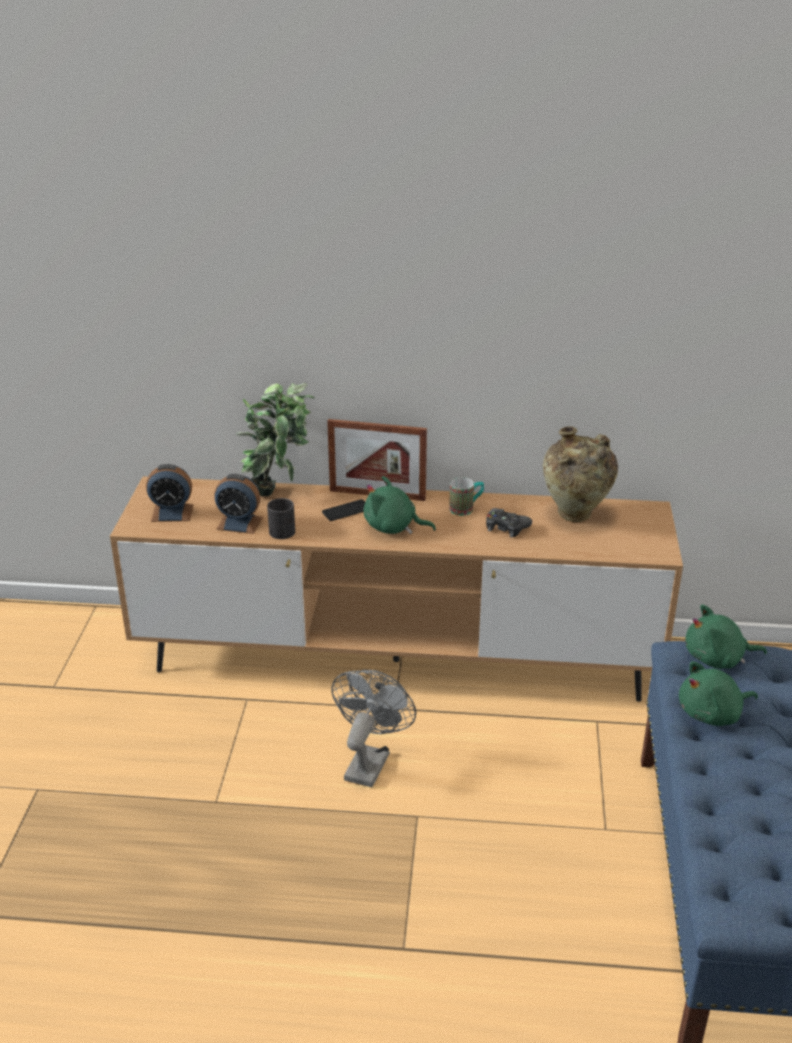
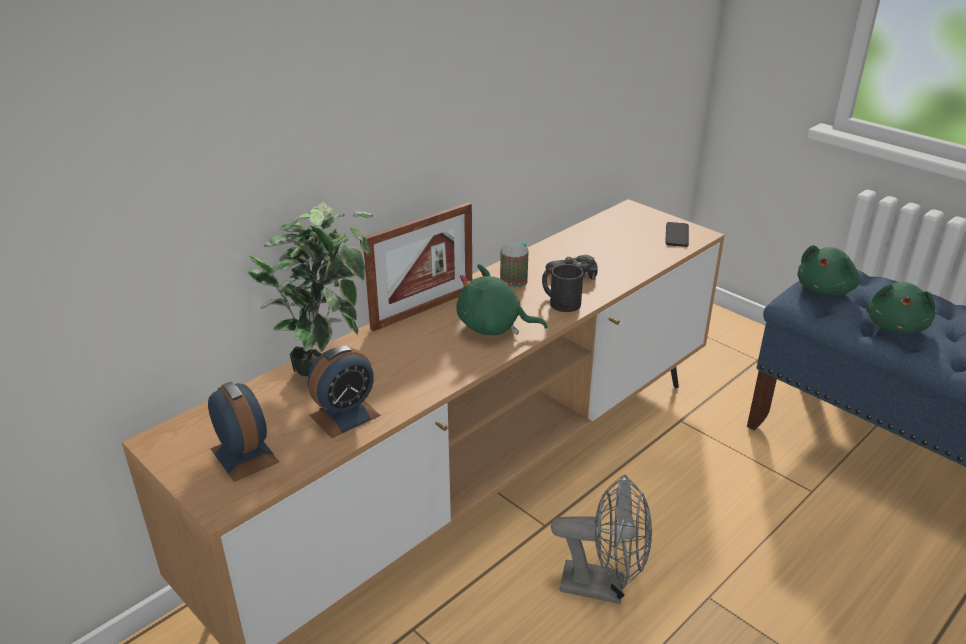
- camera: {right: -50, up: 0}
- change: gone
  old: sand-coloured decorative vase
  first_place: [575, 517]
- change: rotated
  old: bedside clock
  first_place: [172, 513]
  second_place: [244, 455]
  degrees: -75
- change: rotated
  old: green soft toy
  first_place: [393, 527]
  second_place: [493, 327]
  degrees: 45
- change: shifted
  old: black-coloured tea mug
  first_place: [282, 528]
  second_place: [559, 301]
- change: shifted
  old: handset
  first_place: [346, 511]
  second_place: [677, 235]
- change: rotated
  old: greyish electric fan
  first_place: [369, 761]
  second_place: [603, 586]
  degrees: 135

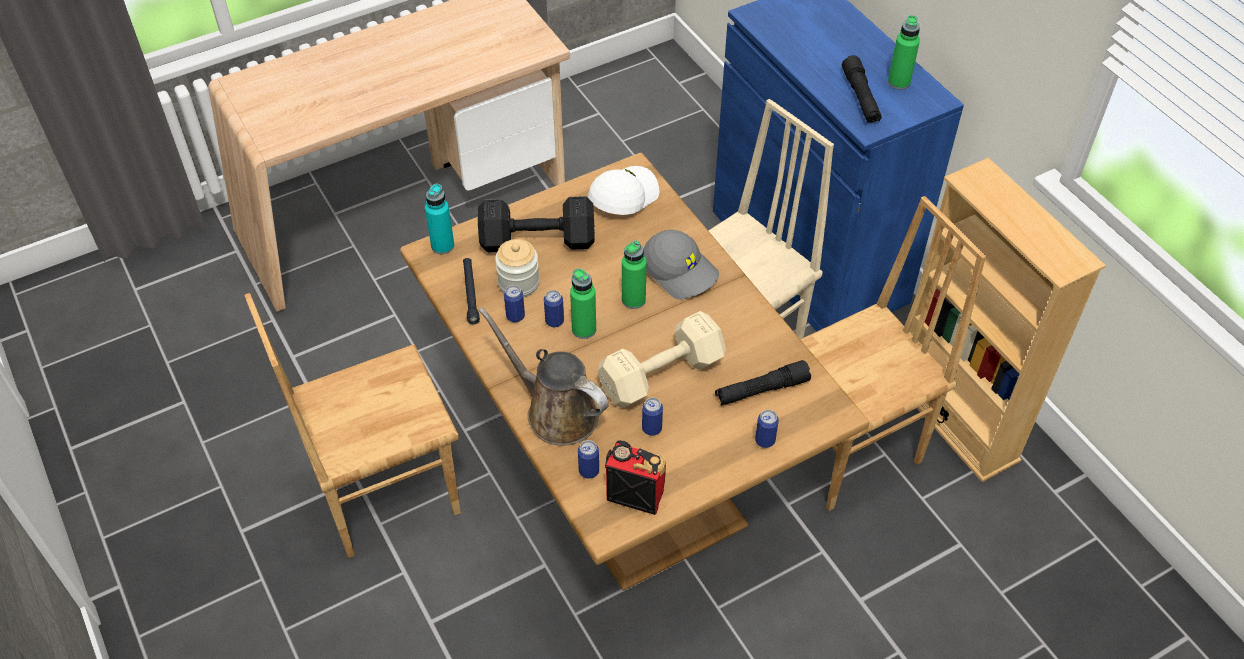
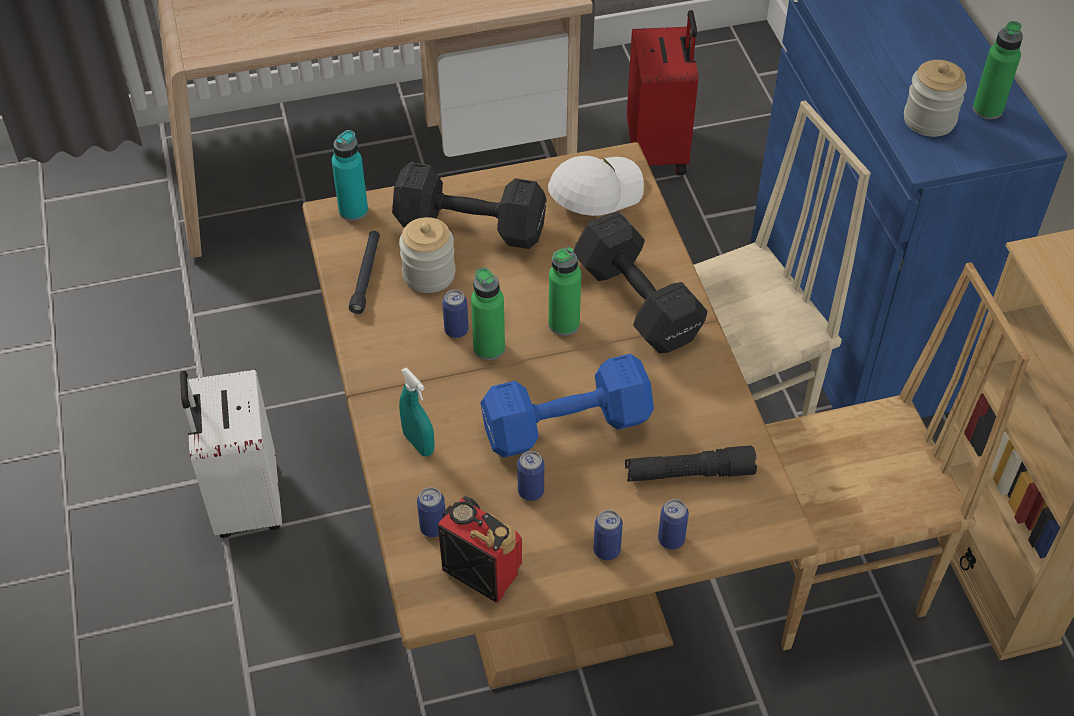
- camera: {right: 15, up: 0}
- change: swapped
  old: black-coloured flashlight
  new: storage jar
  first_place: [860, 97]
  second_place: [929, 120]
- change: swapped
  old: greyish cap
  new: black-coloured hand weight
  first_place: [681, 271]
  second_place: [636, 299]
- change: shifted
  old: sealed can
  first_place: [515, 316]
  second_place: [606, 550]
- change: swapped
  old: brown-coloured upright chair
  new: white piece of luggage
  first_place: [385, 494]
  second_place: [244, 502]
- change: swapped
  old: brown-coloured sprinkling can
  new: blue-green sprayer
  first_place: [556, 411]
  second_place: [418, 443]
- change: repainted
  old: sand-coloured hand weight
  new: blue-coloured hand weight
  first_place: [658, 375]
  second_place: [562, 425]
- change: new
  new: reddish piece of luggage
  second_place: [659, 151]

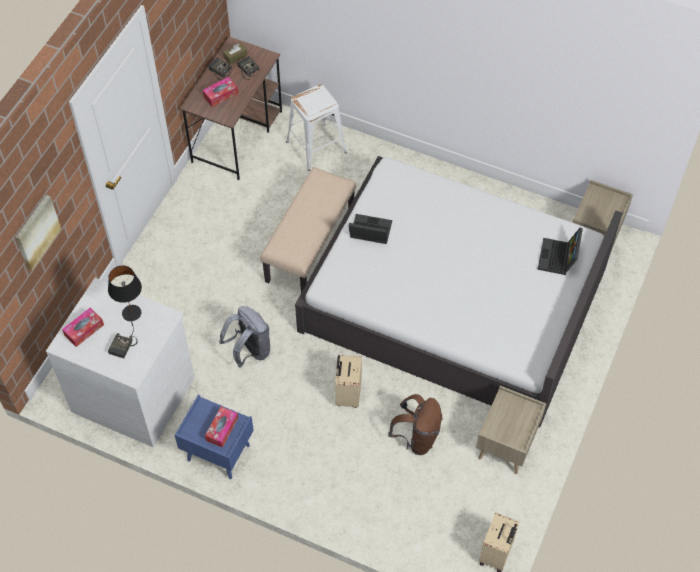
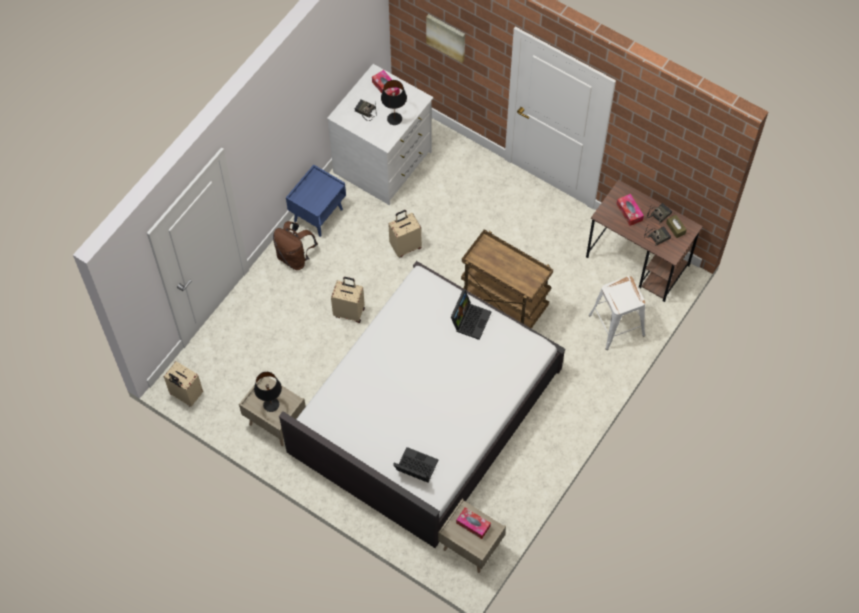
- camera: {right: 100, up: 5}
- change: swapped
  old: sand-coloured bench
  new: brown-coloured cart
  first_place: [310, 246]
  second_place: [503, 305]
- change: swapped
  old: greyish rucksack
  new: sand-coloured piece of luggage
  first_place: [249, 351]
  second_place: [405, 246]
- change: shifted
  old: brown-coloured rucksack
  first_place: [417, 437]
  second_place: [295, 257]
- change: shifted
  old: box of tissues
  first_place: [222, 429]
  second_place: [473, 524]
- change: new
  new: black-coloured tabletop lamp
  second_place: [271, 404]

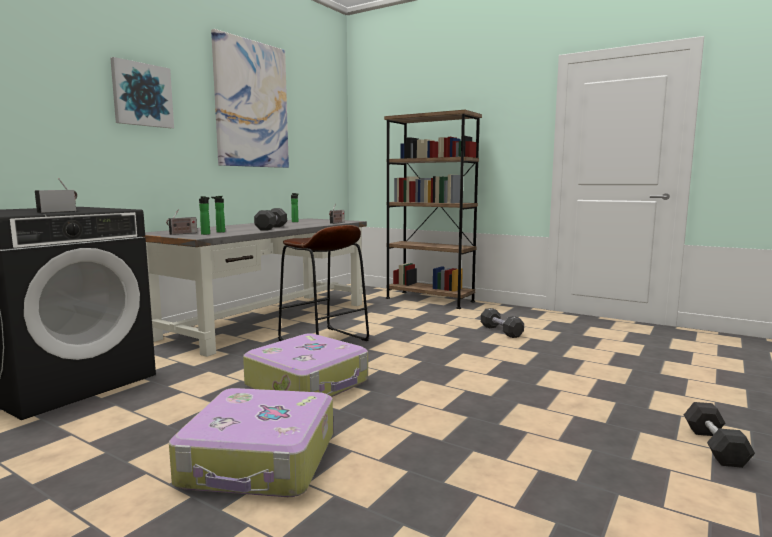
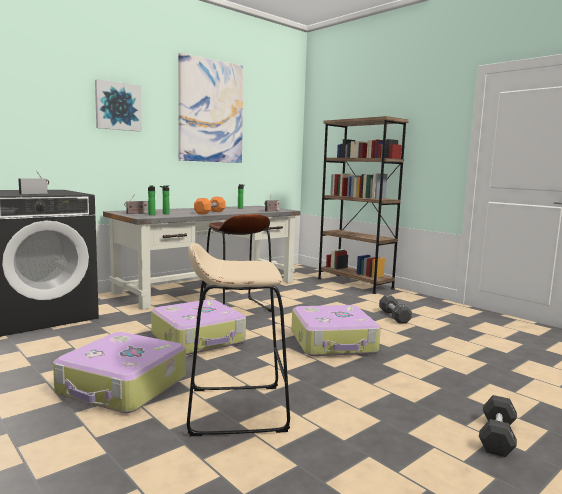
- camera: {right: 15, up: 0}
- change: repainted
  old: black-coloured hand weight
  new: orange hand weight
  first_place: [271, 228]
  second_place: [210, 212]
- change: new
  new: sand-coloured sitting stool
  second_place: [236, 409]
- change: new
  new: piece of luggage
  second_place: [333, 342]

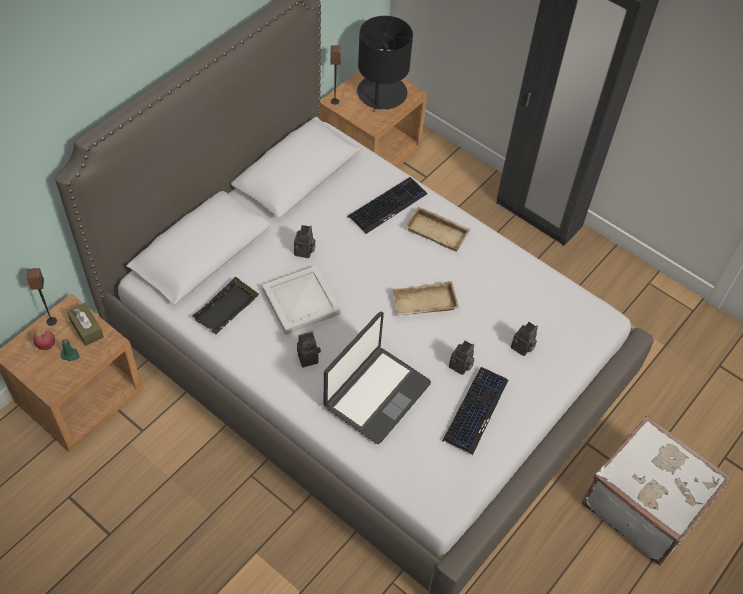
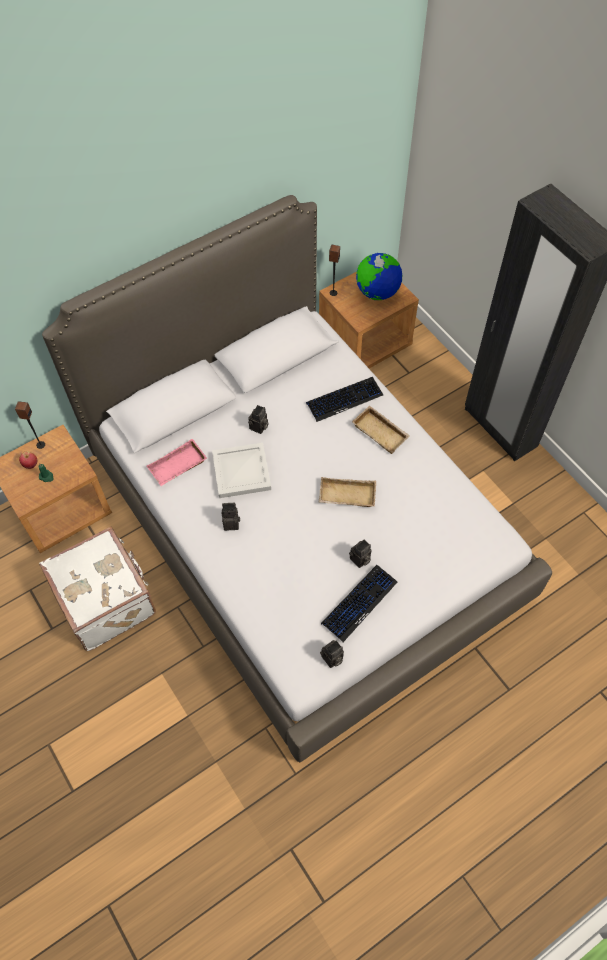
- camera: {right: 20, up: 5}
- change: swapped
  old: black-coloured tabletop lamp
  new: desk globe
  first_place: [381, 93]
  second_place: [377, 292]
- change: repainted
  old: black-coloured tray
  new: pinkish tray
  first_place: [227, 311]
  second_place: [177, 467]
- change: gone
  old: brown-coloured box of tissues
  first_place: [86, 328]
- change: gone
  old: notebook computer
  first_place: [376, 394]
- change: shifted
  old: still camera
  first_place: [522, 348]
  second_place: [332, 659]
- change: shifted
  old: white piece of luggage
  first_place: [644, 503]
  second_place: [107, 599]

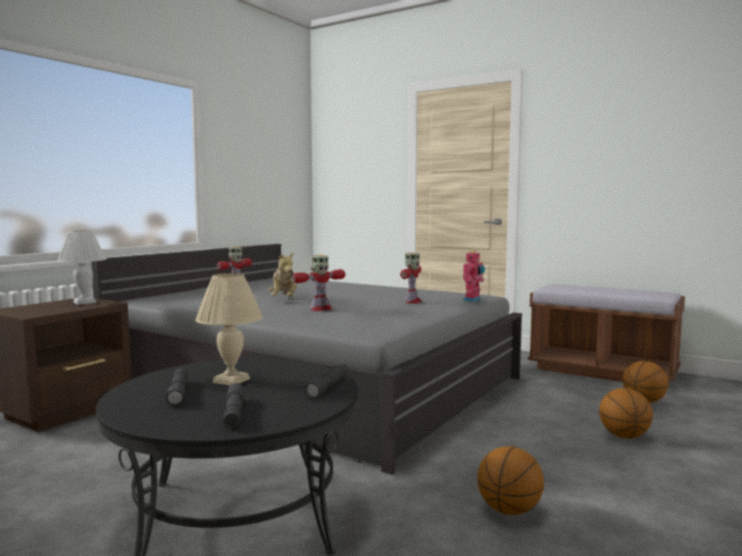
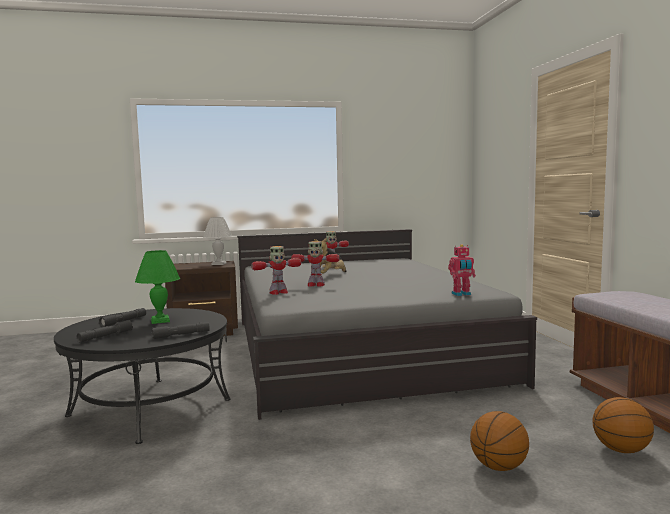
- camera: {right: 45, up: 0}
- change: shifted
  old: model robot
  first_place: [412, 302]
  second_place: [278, 292]
- change: repainted
  old: sand-coloured tabletop lamp
  new: green tabletop lamp
  first_place: [231, 380]
  second_place: [161, 320]
- change: gone
  old: basketball
  first_place: [509, 510]

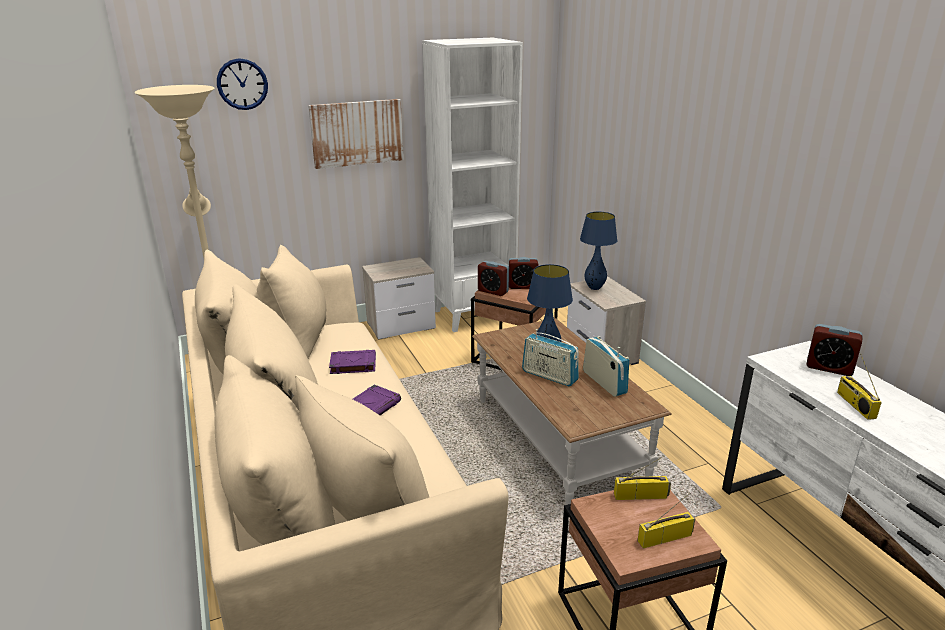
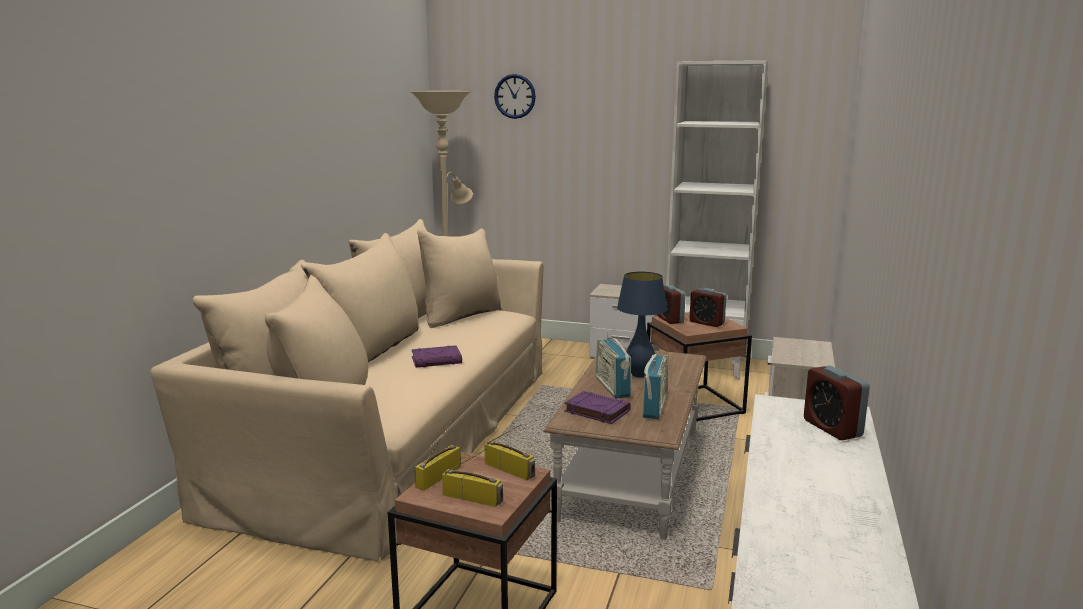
- camera: {right: 40, up: -10}
- change: gone
  old: wall art
  first_place: [357, 133]
- change: gone
  old: blue-coloured tabletop lamp
  first_place: [594, 288]
- change: shifted
  old: purplish book
  first_place: [352, 365]
  second_place: [596, 411]
- change: shifted
  old: radio set
  first_place: [854, 404]
  second_place: [439, 476]

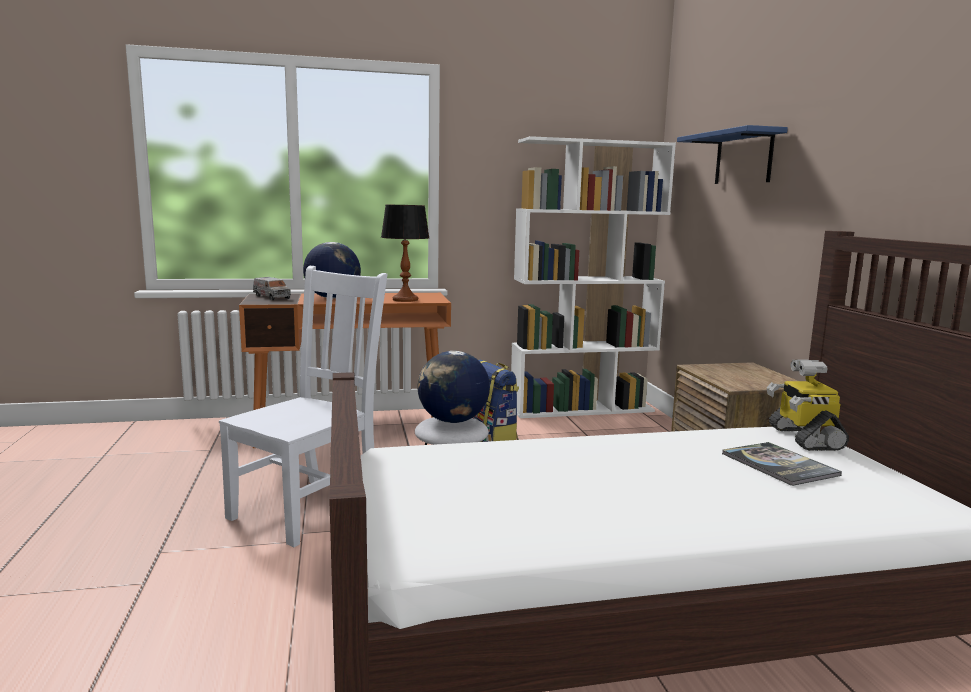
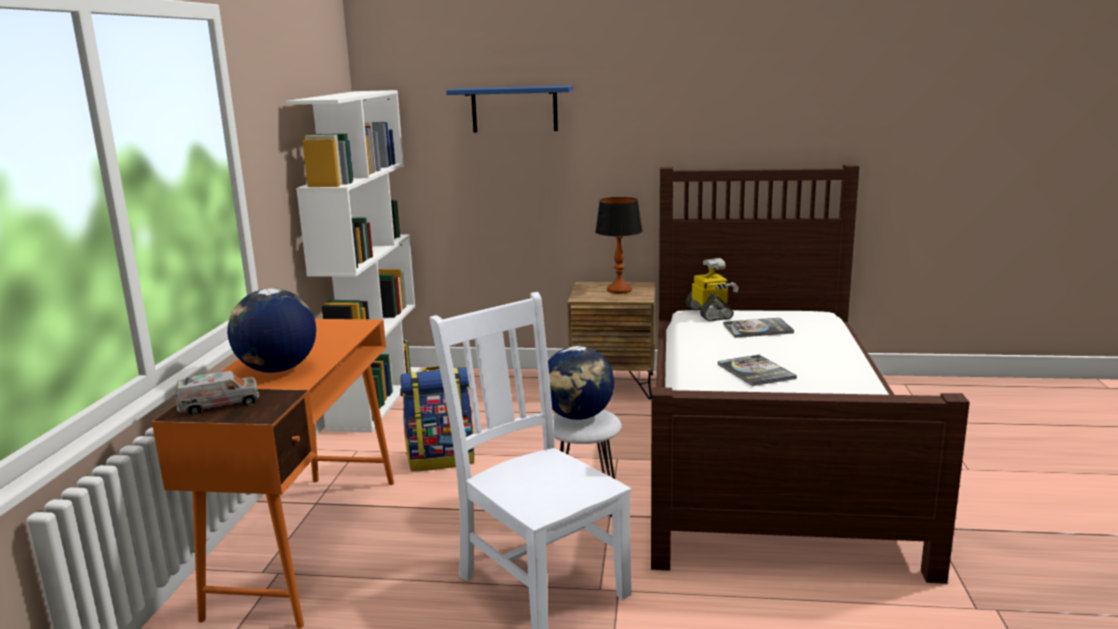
- camera: {right: -70, up: 5}
- change: shifted
  old: tabletop lamp
  first_place: [405, 299]
  second_place: [619, 290]
- change: rotated
  old: model robot
  first_place: [803, 438]
  second_place: [710, 313]
  degrees: -120
- change: new
  new: book
  second_place: [755, 371]

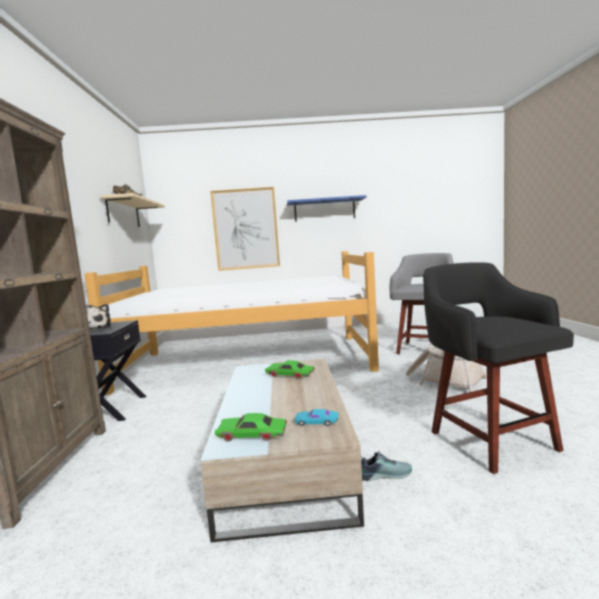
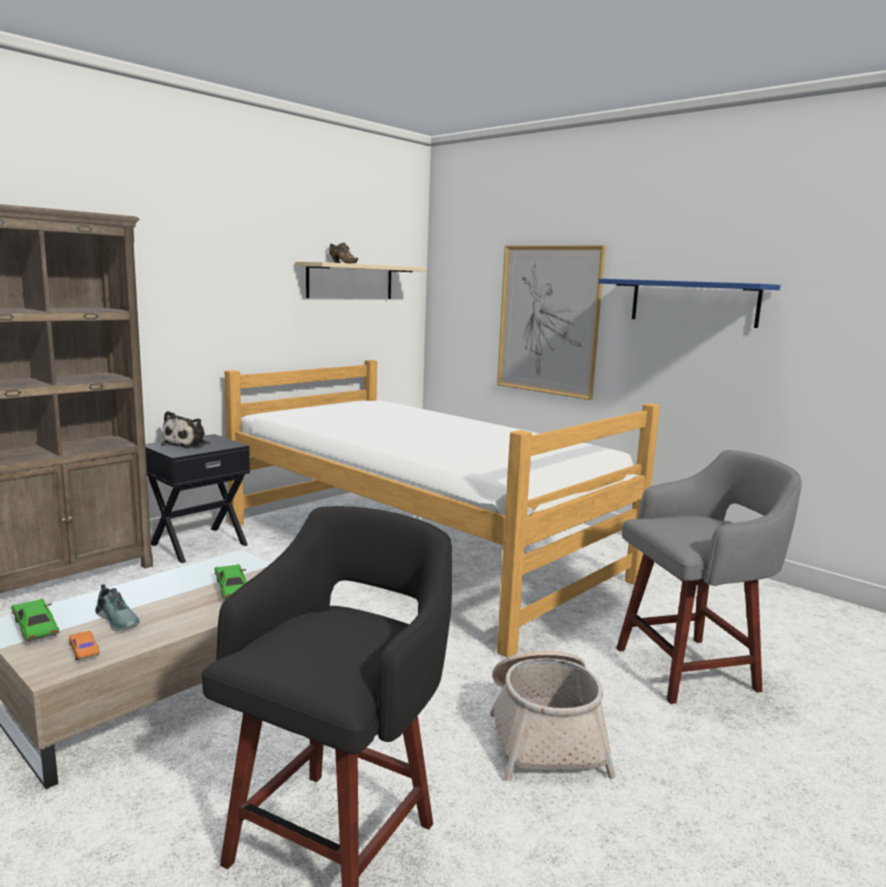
- camera: {right: 45, up: 5}
- change: repainted
  old: blue-green miniature car
  new: orange miniature car
  first_place: [316, 422]
  second_place: [84, 650]
- change: shifted
  old: item of footwear
  first_place: [384, 474]
  second_place: [119, 619]

